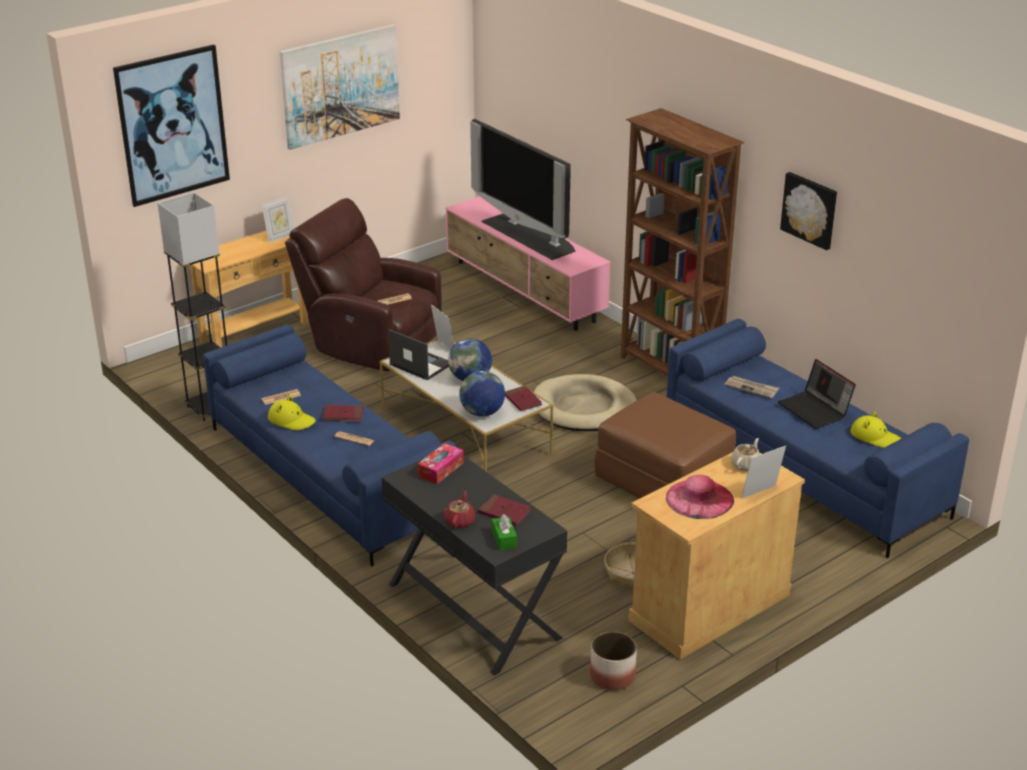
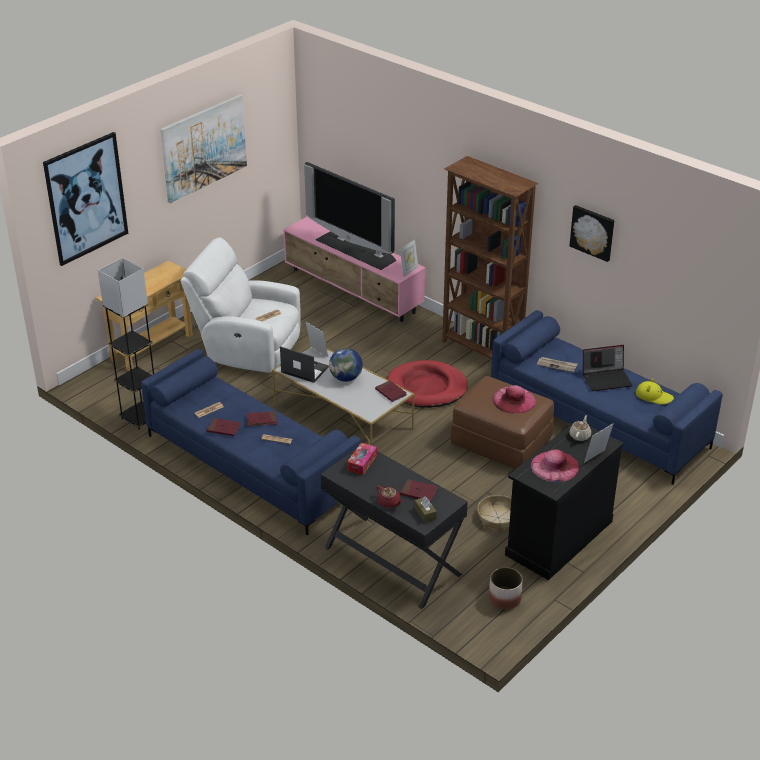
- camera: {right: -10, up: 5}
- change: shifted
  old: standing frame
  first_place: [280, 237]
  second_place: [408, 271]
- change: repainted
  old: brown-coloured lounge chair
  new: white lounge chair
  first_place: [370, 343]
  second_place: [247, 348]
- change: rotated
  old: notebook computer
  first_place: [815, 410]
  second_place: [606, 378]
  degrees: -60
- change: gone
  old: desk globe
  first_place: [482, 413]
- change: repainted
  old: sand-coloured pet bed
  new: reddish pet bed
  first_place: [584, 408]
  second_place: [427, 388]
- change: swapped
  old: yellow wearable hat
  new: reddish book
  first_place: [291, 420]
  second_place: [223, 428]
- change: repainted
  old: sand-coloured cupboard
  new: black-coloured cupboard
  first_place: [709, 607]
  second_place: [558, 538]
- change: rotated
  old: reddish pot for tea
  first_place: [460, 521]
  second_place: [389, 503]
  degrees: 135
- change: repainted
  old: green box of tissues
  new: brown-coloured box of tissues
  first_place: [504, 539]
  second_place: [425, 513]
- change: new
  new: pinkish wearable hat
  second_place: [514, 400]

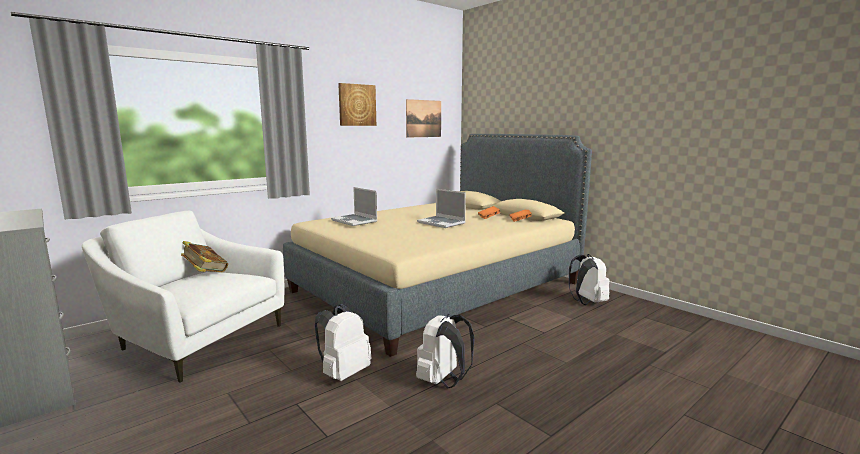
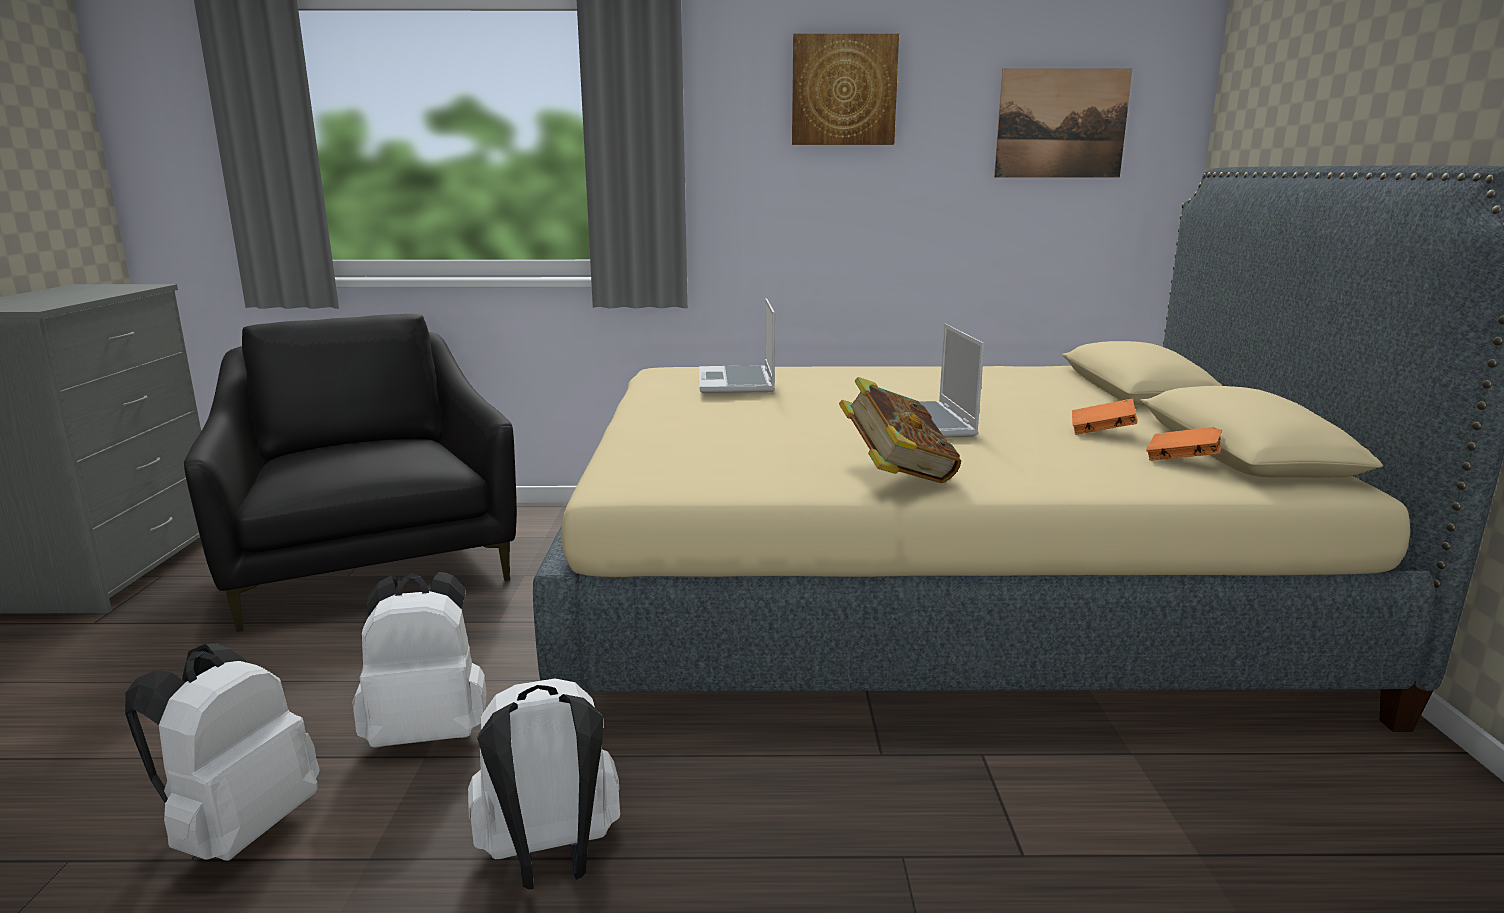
- camera: {right: 40, up: 5}
- change: repainted
  old: white lounge chair
  new: black-coloured lounge chair
  first_place: [194, 339]
  second_place: [371, 560]
- change: shifted
  old: book
  first_place: [204, 273]
  second_place: [896, 475]
- change: shifted
  old: white rucksack
  first_place: [587, 302]
  second_place: [239, 829]

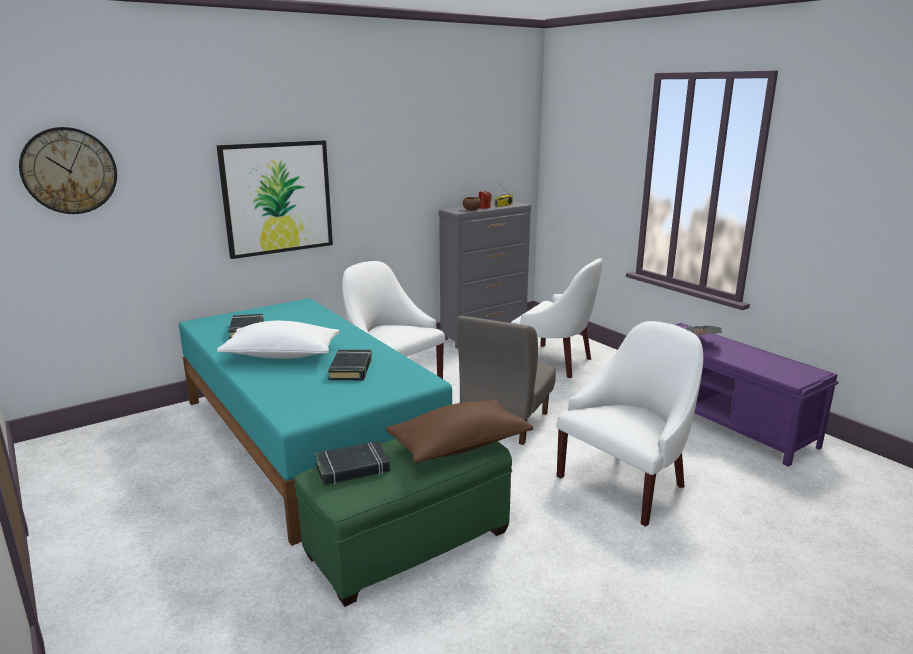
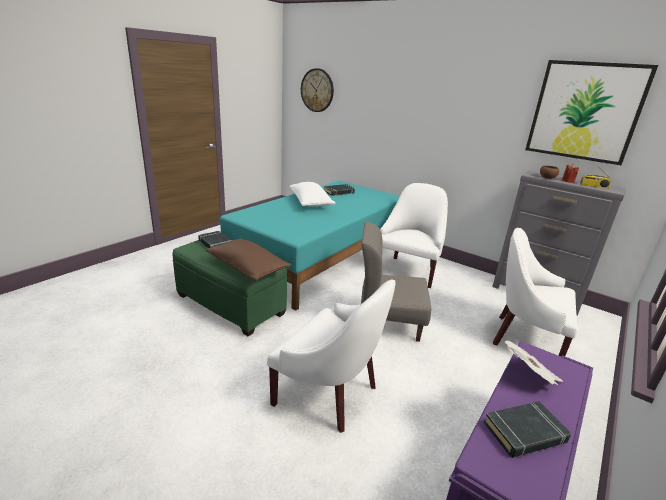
- camera: {right: 70, up: 5}
- change: shifted
  old: wall art
  first_place: [277, 198]
  second_place: [585, 111]
- change: rotated
  old: white lounge chair
  first_place: [555, 362]
  second_place: [525, 338]
  degrees: 105
- change: shifted
  old: black-coloured book
  first_place: [351, 369]
  second_place: [525, 433]

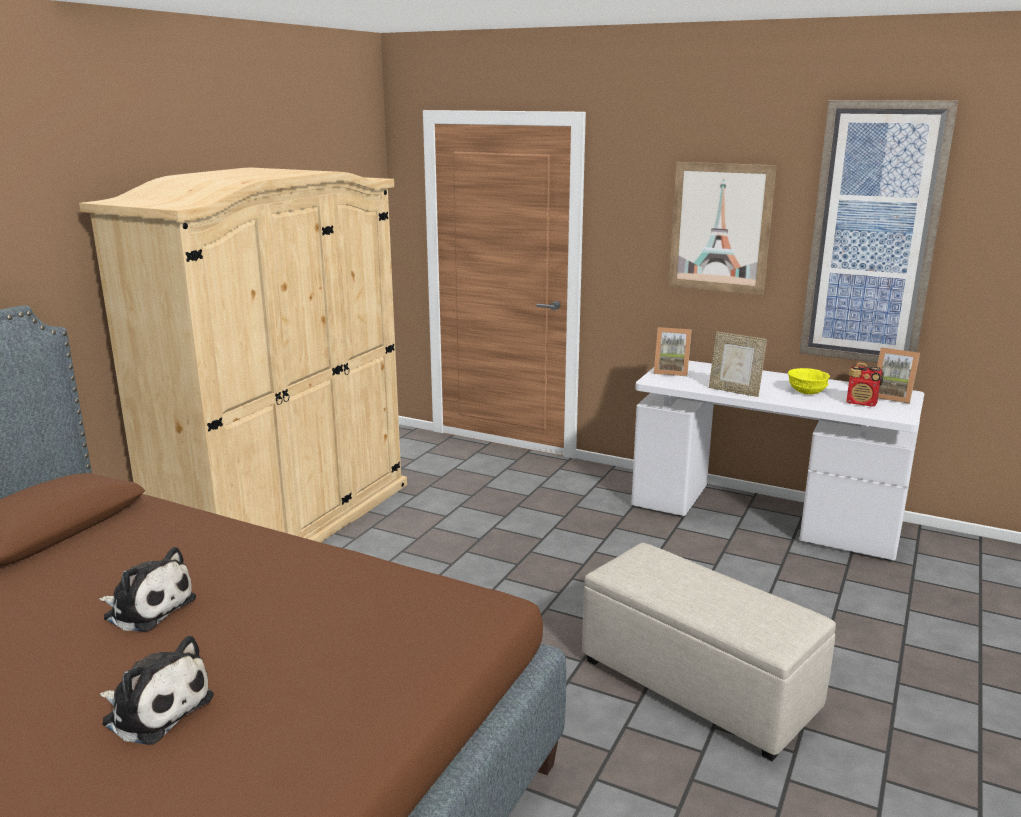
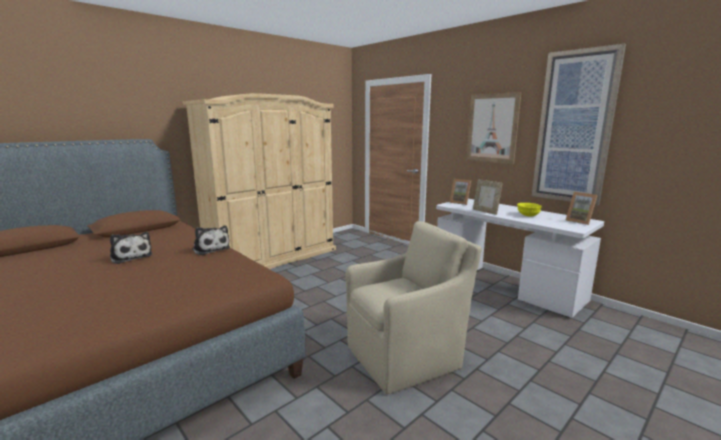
- camera: {right: 20, up: -5}
- change: gone
  old: radio set
  first_place: [861, 403]
- change: swapped
  old: sand-coloured footrest
  new: sand-coloured lounge chair
  first_place: [698, 687]
  second_place: [406, 356]
- change: shifted
  old: soft toy
  first_place: [155, 709]
  second_place: [210, 249]

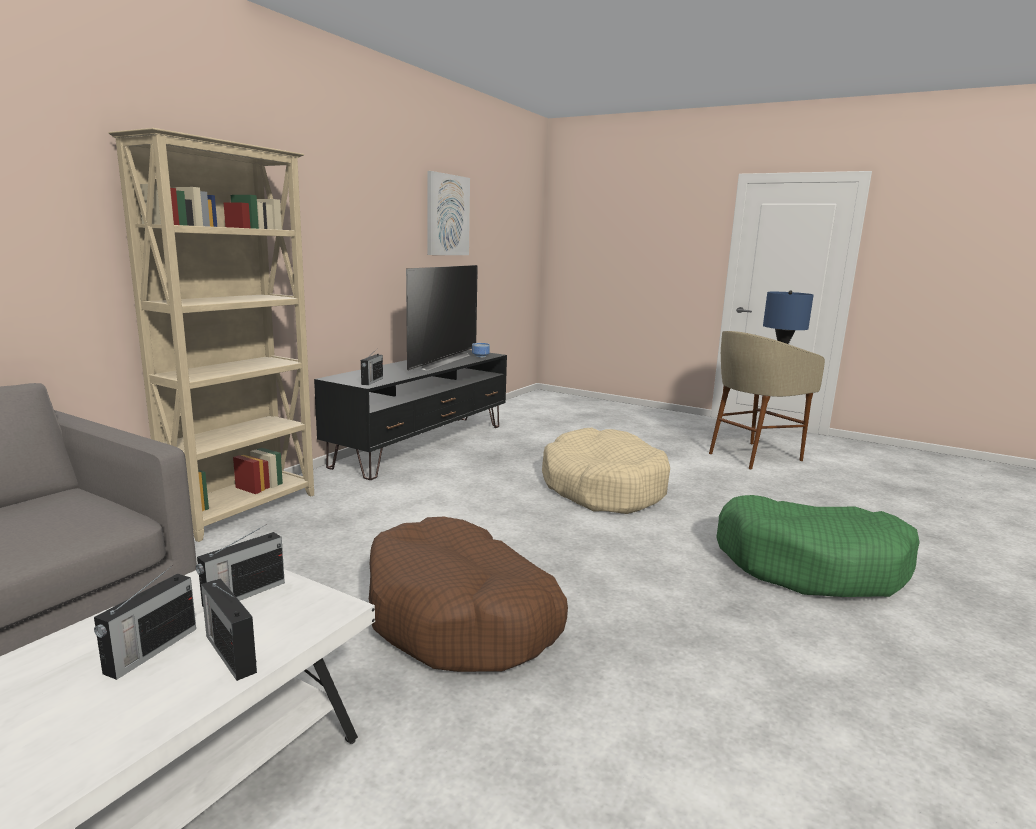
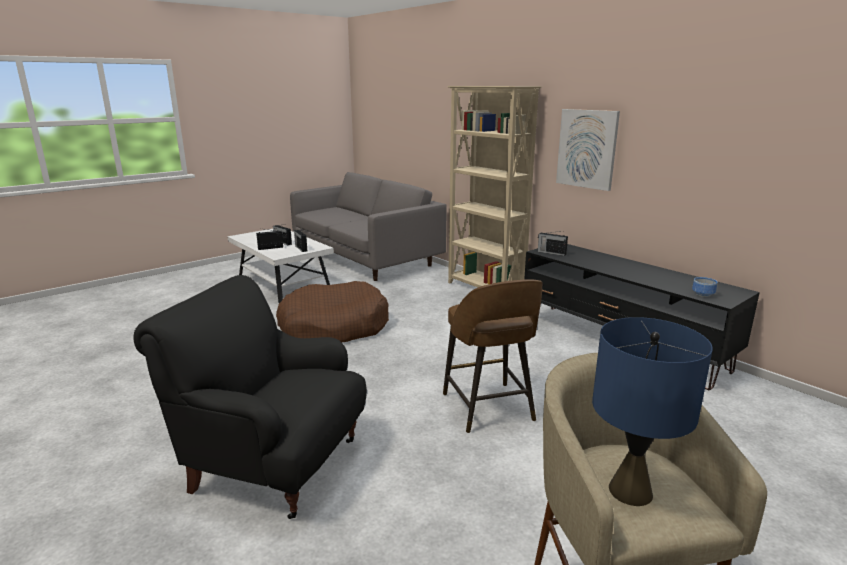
- camera: {right: 110, up: 5}
- change: shifted
  old: wall art
  first_place: [447, 215]
  second_place: [587, 149]
- change: gone
  old: television
  first_place: [439, 360]
- change: swapped
  old: sand-coloured pet bed
  new: brown-coloured sitting stool
  first_place: [602, 488]
  second_place: [488, 408]
- change: swapped
  old: green pet bed
  new: black-coloured lounge chair
  first_place: [811, 565]
  second_place: [273, 464]

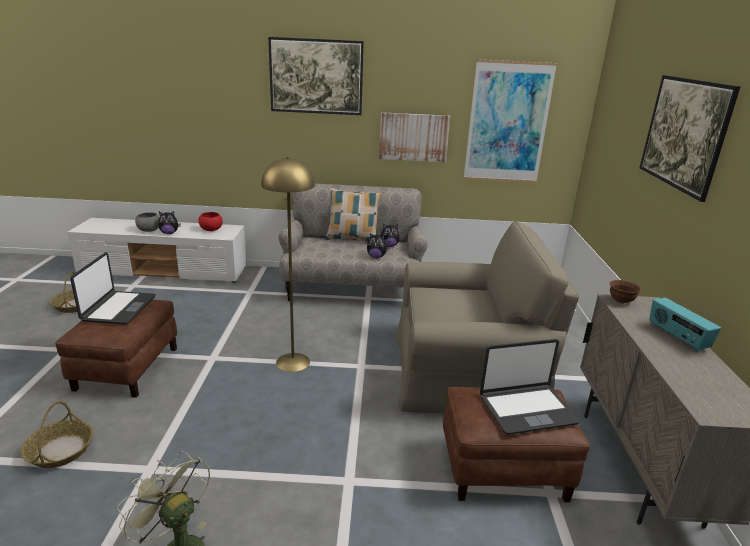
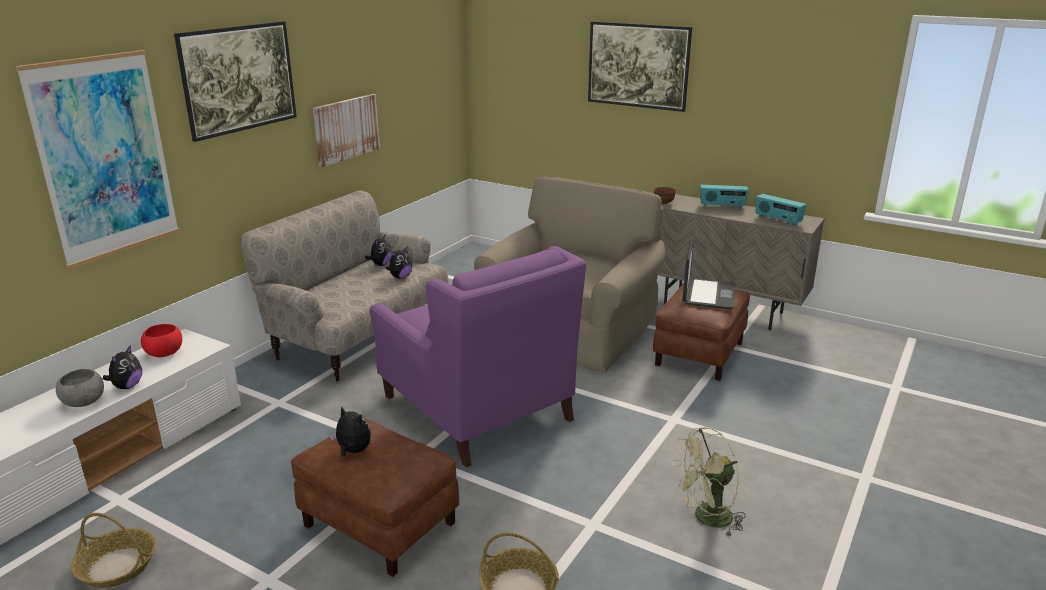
- camera: {right: -60, up: 0}
- change: shifted
  old: wall art
  first_place: [507, 123]
  second_place: [104, 157]
- change: swapped
  old: yellow floor lamp
  new: purplish lounge chair
  first_place: [292, 362]
  second_place: [476, 407]
- change: gone
  old: throw pillow
  first_place: [352, 239]
- change: swapped
  old: notebook computer
  new: soft toy
  first_place: [118, 308]
  second_place: [352, 451]
- change: new
  new: radio set
  second_place: [777, 220]

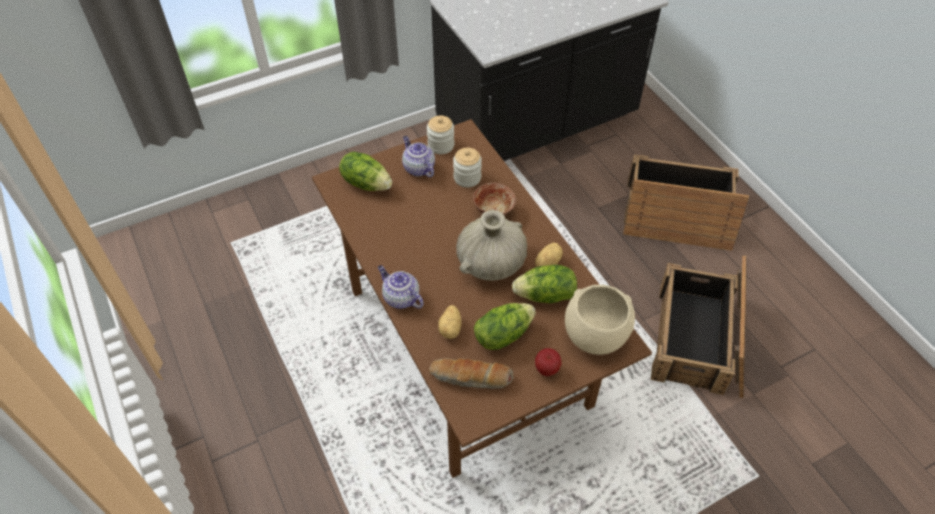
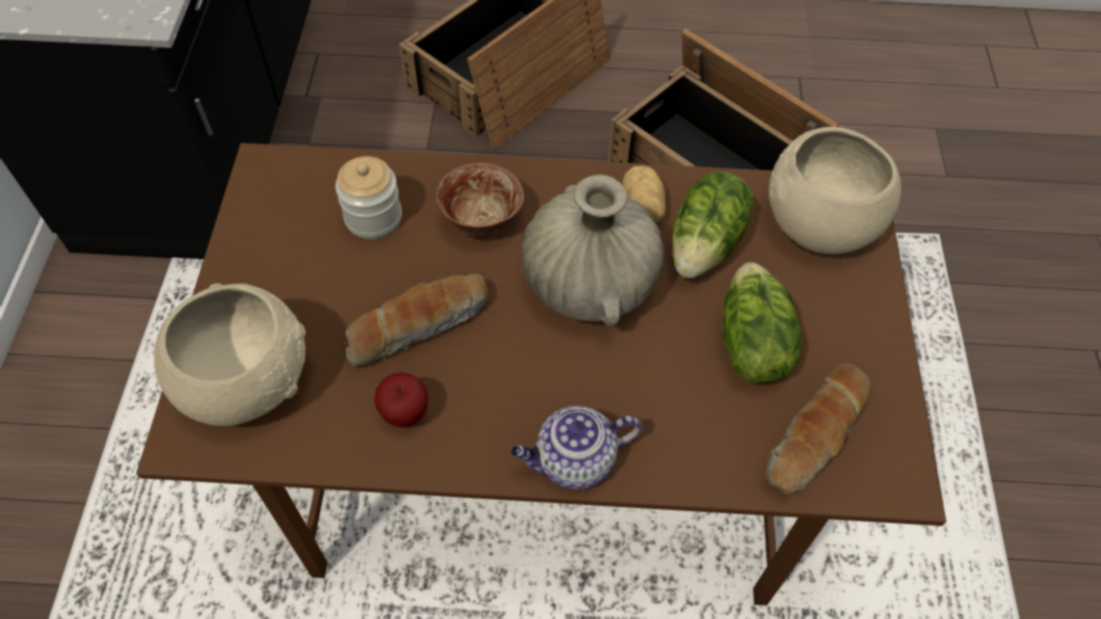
- camera: {right: -60, up: 5}
- change: gone
  old: storage jar
  first_place: [441, 145]
- change: gone
  old: pot for tea
  first_place: [418, 168]
- change: swapped
  old: head of lettuce
  new: sand-coloured deep dish
  first_place: [366, 183]
  second_place: [246, 380]
- change: gone
  old: spud
  first_place: [451, 328]
- change: shifted
  old: apple
  first_place: [546, 370]
  second_place: [405, 414]
- change: new
  new: bread
  second_place: [417, 325]

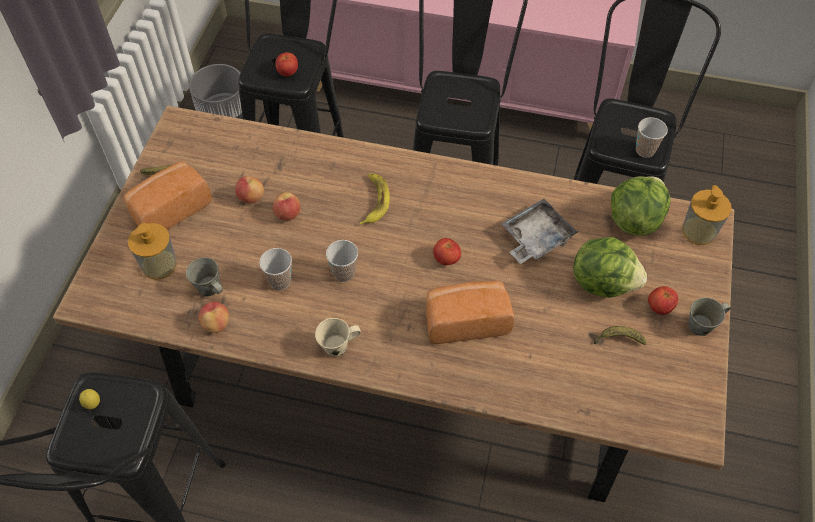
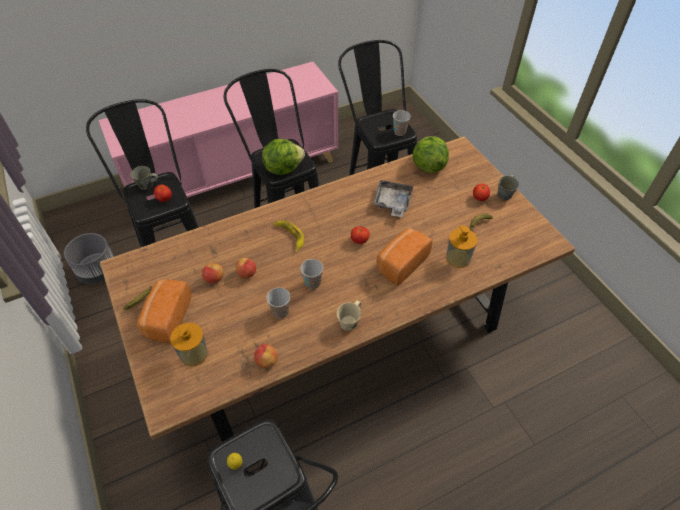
- camera: {right: -40, up: -5}
- change: shifted
  old: liquid soap bottle
  first_place: [699, 231]
  second_place: [458, 258]
- change: shifted
  old: head of lettuce
  first_place: [603, 281]
  second_place: [283, 168]
- change: shifted
  old: greyish tea mug
  first_place: [210, 288]
  second_place: [147, 185]

